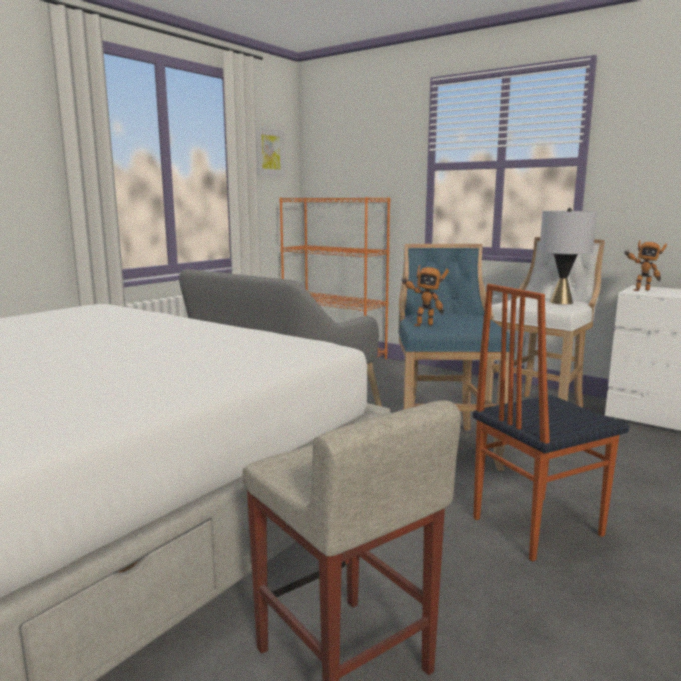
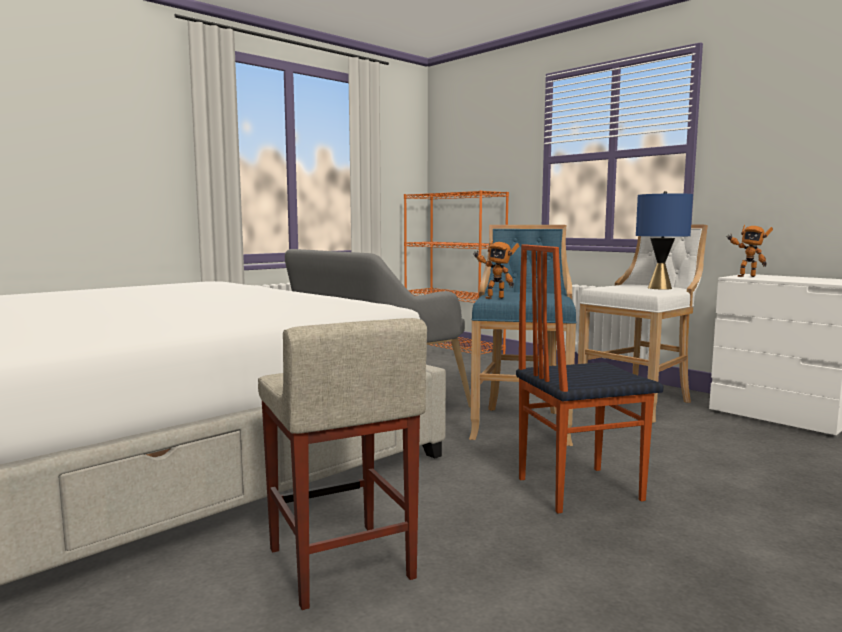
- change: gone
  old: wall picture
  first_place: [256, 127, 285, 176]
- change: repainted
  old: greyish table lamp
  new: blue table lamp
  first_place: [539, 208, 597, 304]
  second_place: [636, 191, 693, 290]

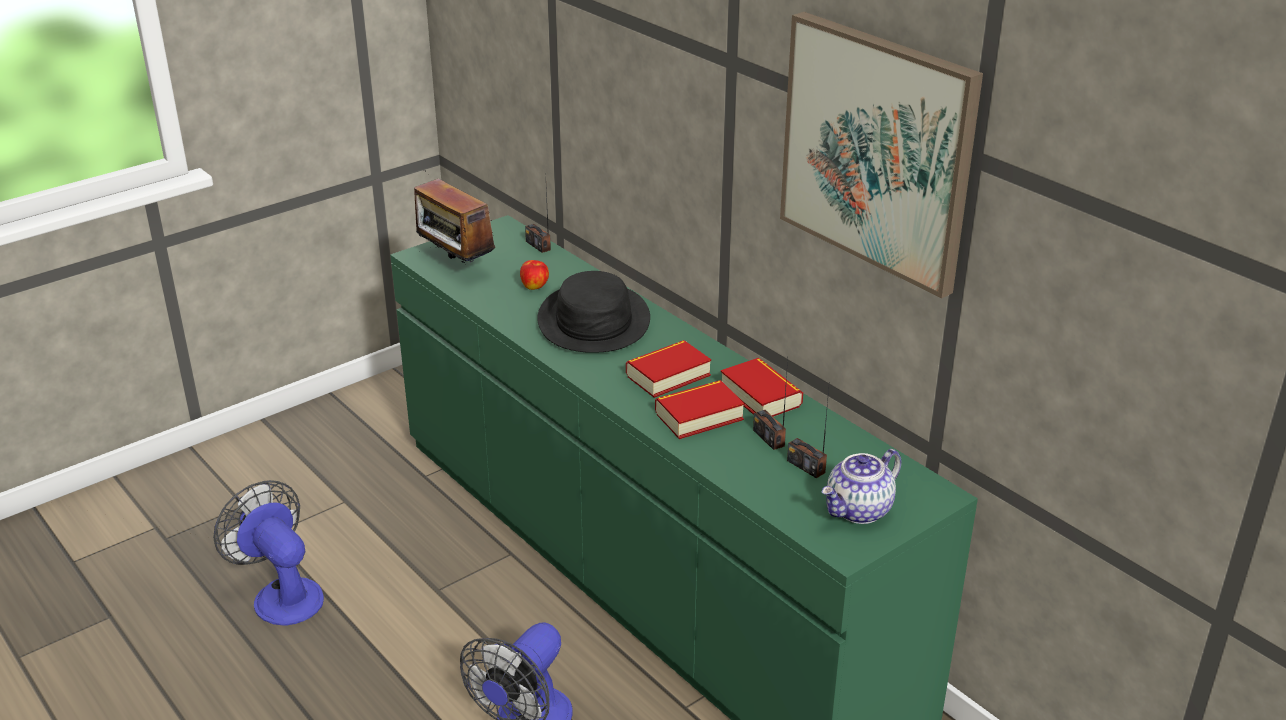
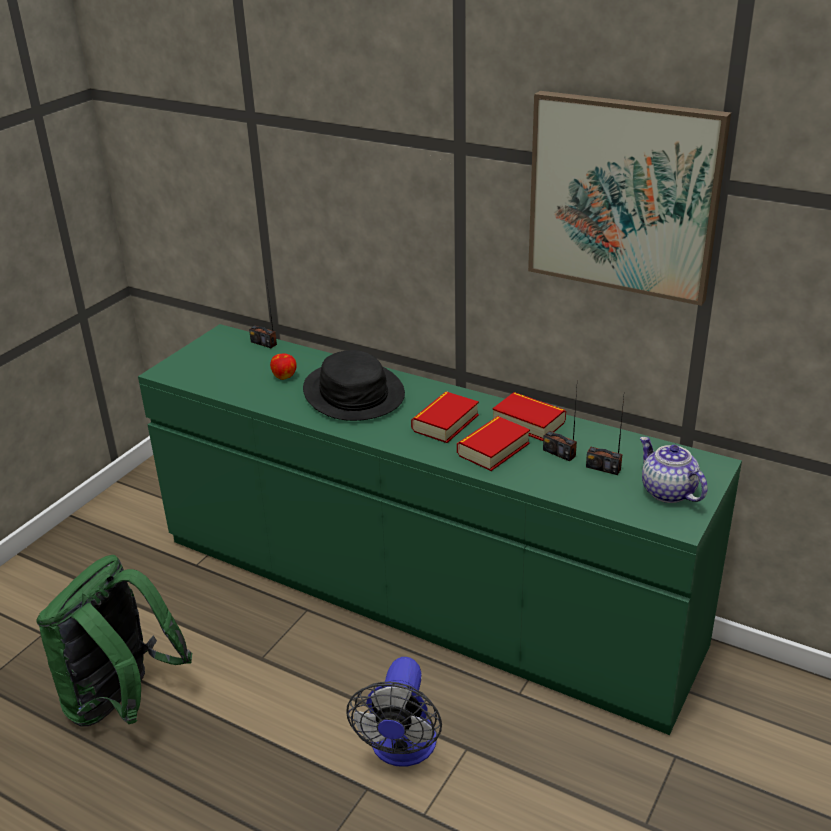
- change: gone
  old: radio
  first_place: [414, 170, 495, 263]
- change: swapped
  old: cooling fan
  new: green backpack
  first_place: [213, 480, 324, 626]
  second_place: [36, 555, 192, 727]
- change: rotated
  old: tea pot
  first_place: [822, 449, 902, 524]
  second_place: [640, 437, 708, 503]
  degrees: 120

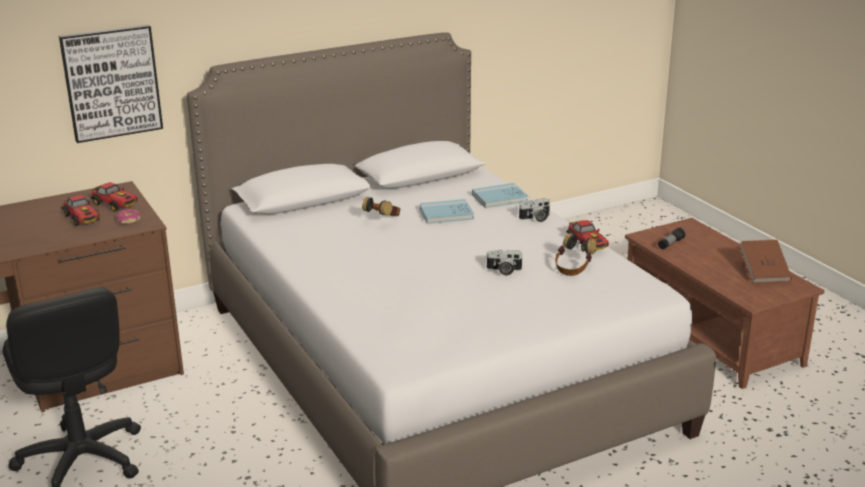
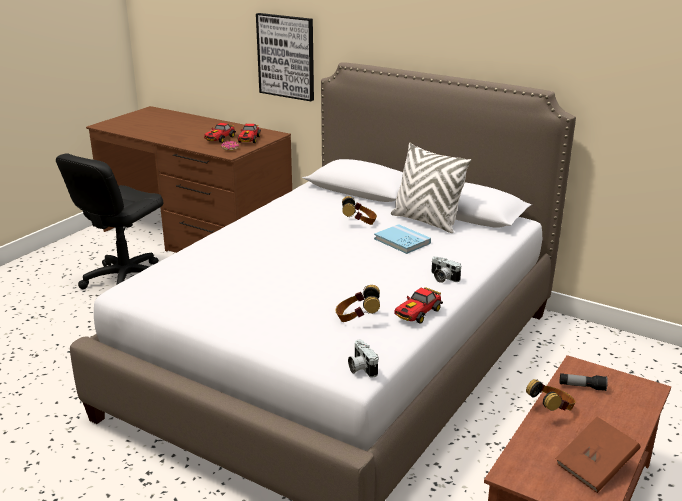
- change: gone
  old: blue bound book
  first_place: [472, 183, 528, 208]
- change: new
  new: white-coloured cushion
  second_place: [391, 142, 471, 233]
- change: new
  new: headset
  second_place: [526, 379, 575, 411]
- change: shifted
  old: still camera
  first_place: [485, 250, 522, 276]
  second_place: [348, 340, 379, 378]

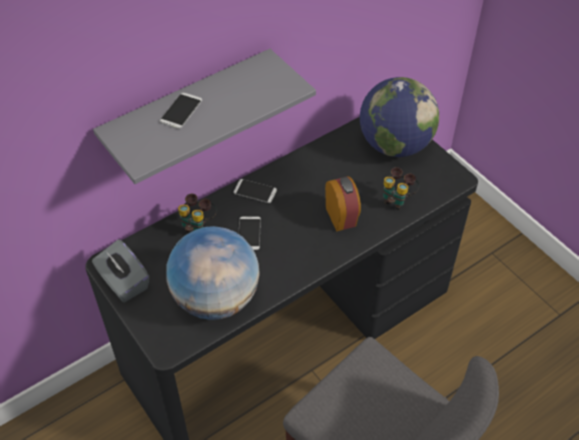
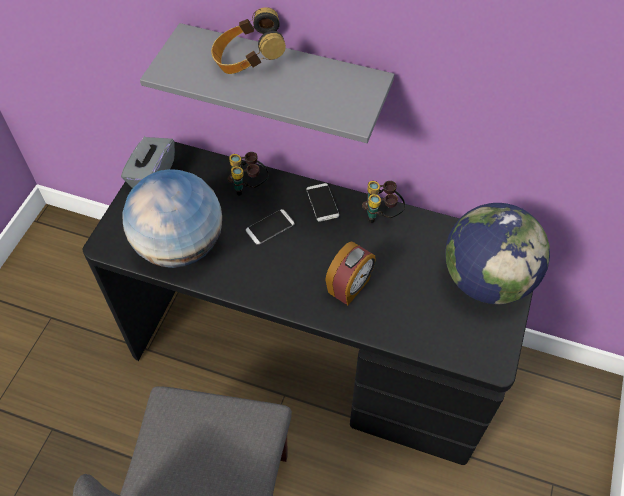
- change: shifted
  old: binoculars
  first_place: [383, 167, 419, 210]
  second_place: [362, 181, 405, 223]
- change: swapped
  old: phone
  new: headset
  first_place: [160, 92, 202, 129]
  second_place: [211, 7, 286, 74]

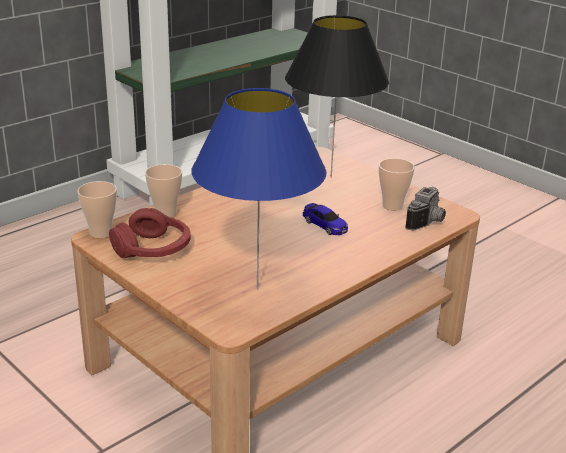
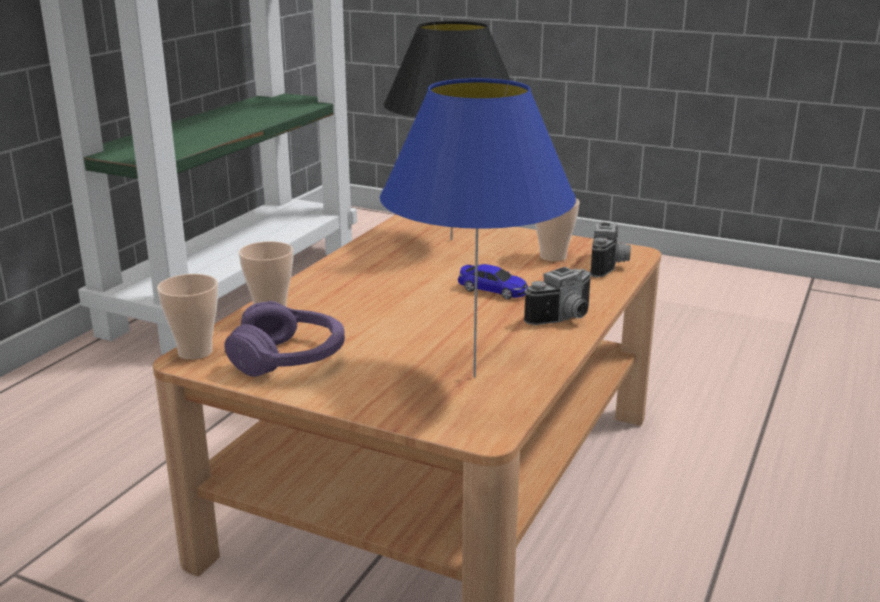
- change: new
  new: still camera
  second_place: [524, 267, 591, 325]
- change: repainted
  old: reddish headset
  new: purple headset
  first_place: [109, 208, 190, 258]
  second_place: [224, 301, 345, 377]

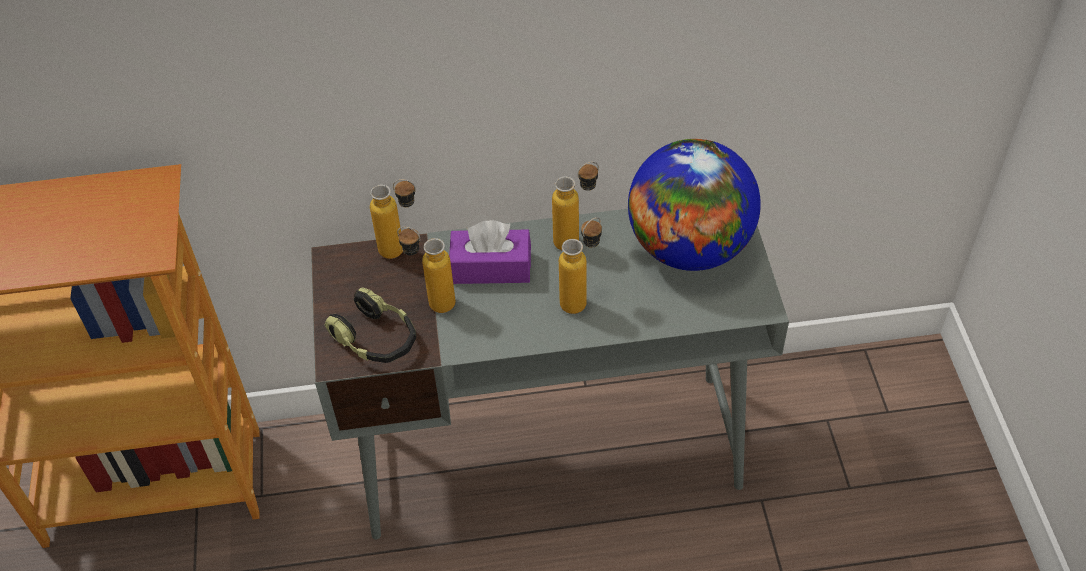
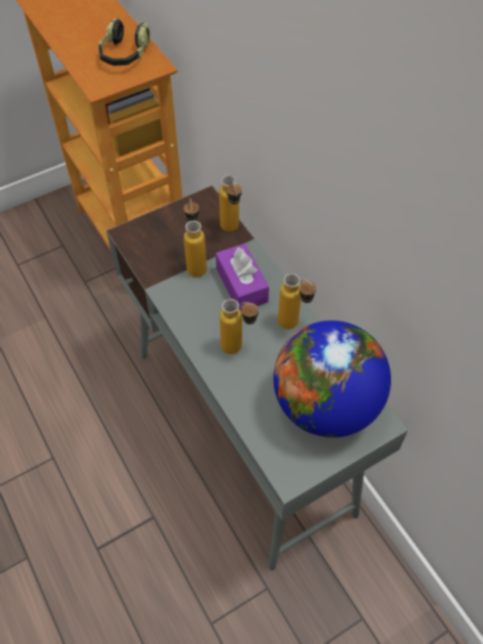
- change: shifted
  old: headset
  first_place: [325, 287, 416, 363]
  second_place: [98, 19, 150, 66]

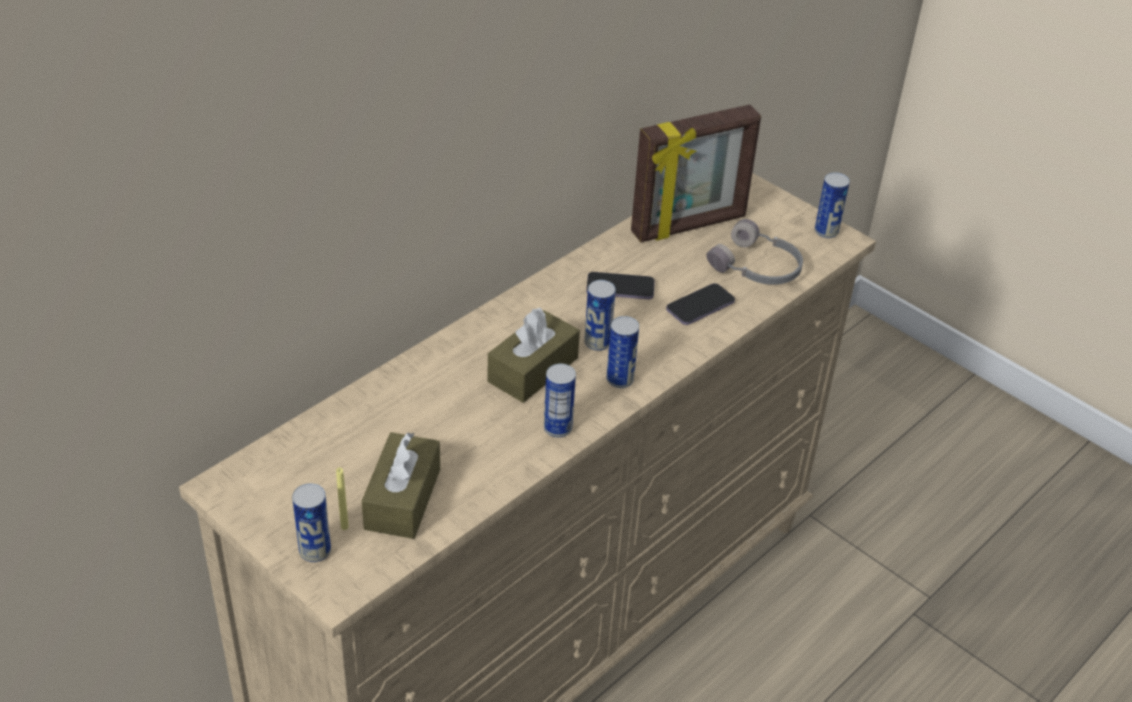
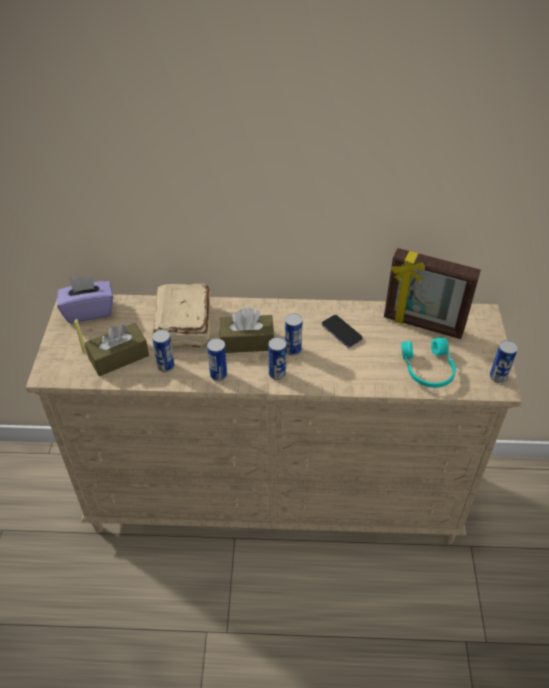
- change: gone
  old: phone
  first_place: [666, 283, 735, 325]
- change: new
  new: purple box of tissues
  second_place: [57, 275, 113, 323]
- change: new
  new: beige-coloured bound book
  second_place: [153, 284, 210, 348]
- change: shifted
  old: can
  first_place: [292, 483, 331, 562]
  second_place: [152, 330, 174, 372]
- change: repainted
  old: greyish headset
  new: blue-green headset
  first_place: [706, 219, 803, 285]
  second_place: [401, 337, 456, 388]

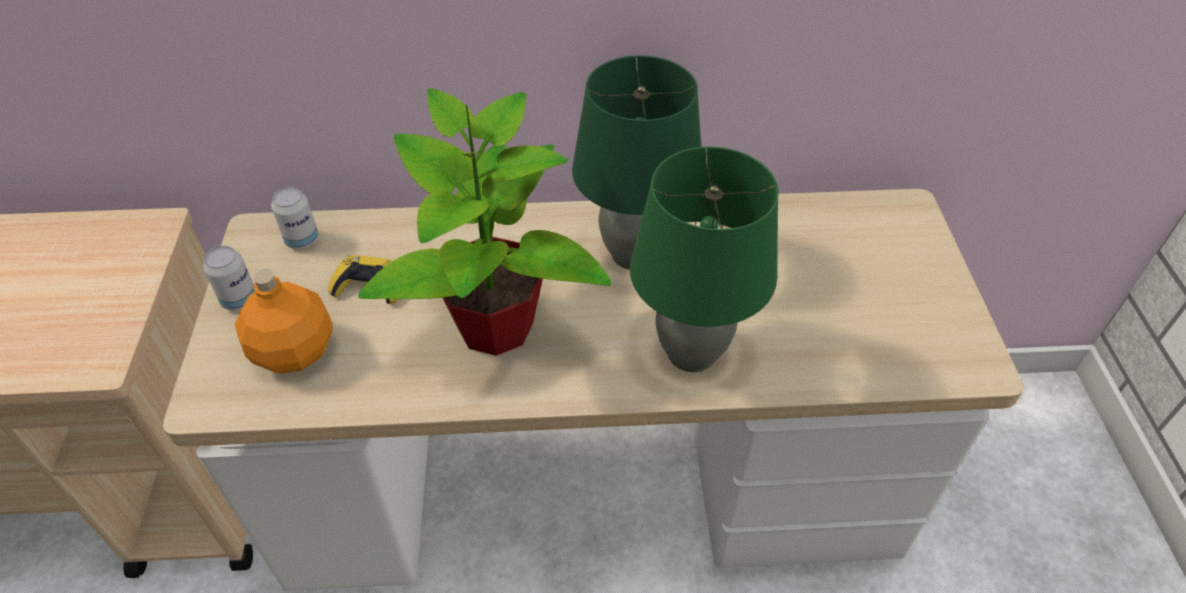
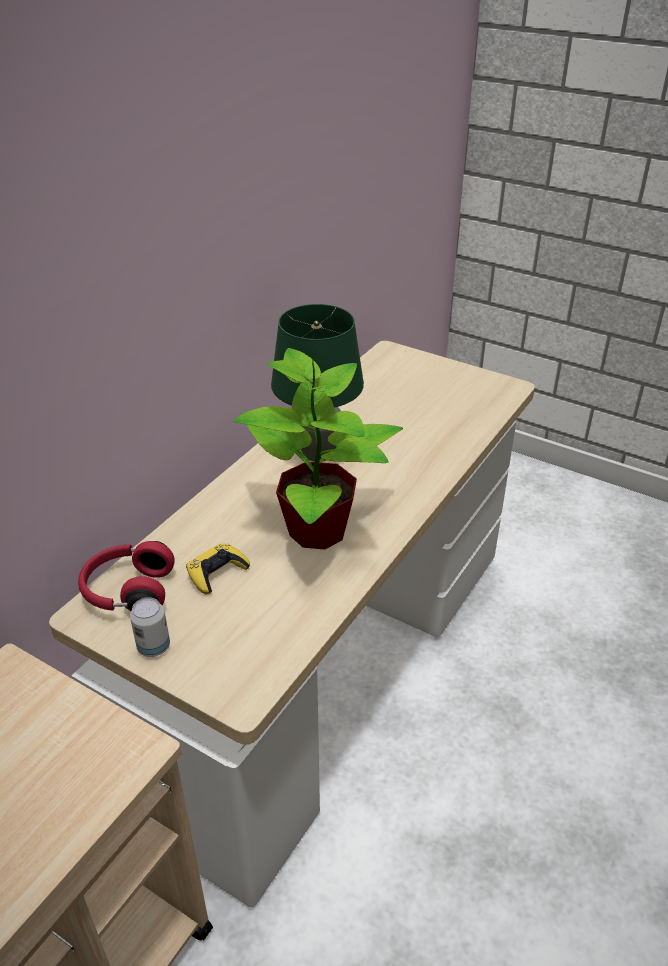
- change: gone
  old: orange-coloured bottle
  first_place: [235, 269, 333, 373]
- change: gone
  old: green table lamp
  first_place: [630, 146, 779, 372]
- change: swapped
  old: can
  new: reddish headset
  first_place: [271, 187, 318, 249]
  second_place: [78, 541, 175, 611]

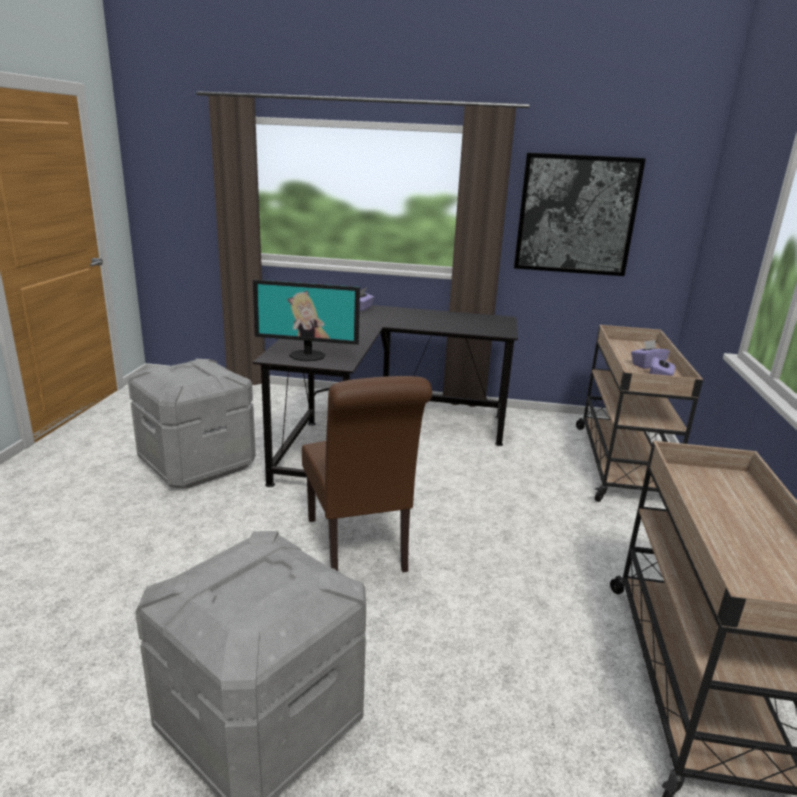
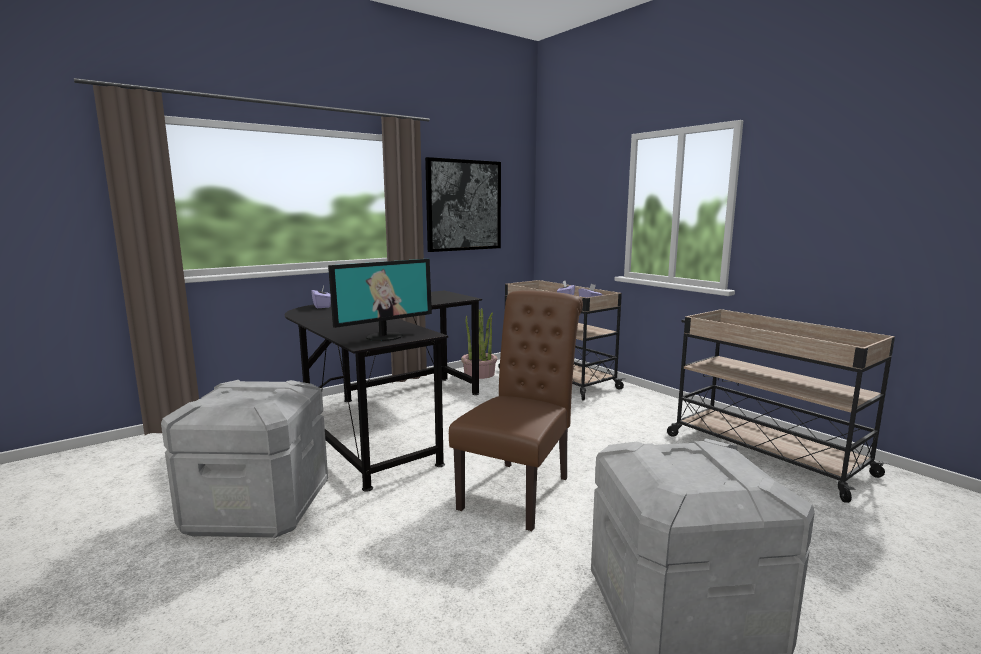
- change: new
  new: plant in a pot
  second_place: [461, 308, 497, 379]
- change: rotated
  old: brown chair
  first_place: [302, 376, 432, 572]
  second_place: [449, 290, 583, 531]
  degrees: -90

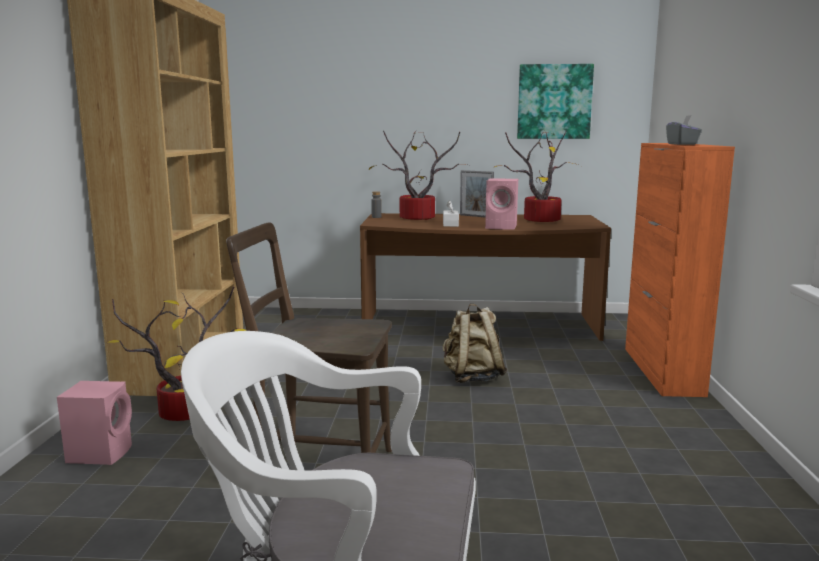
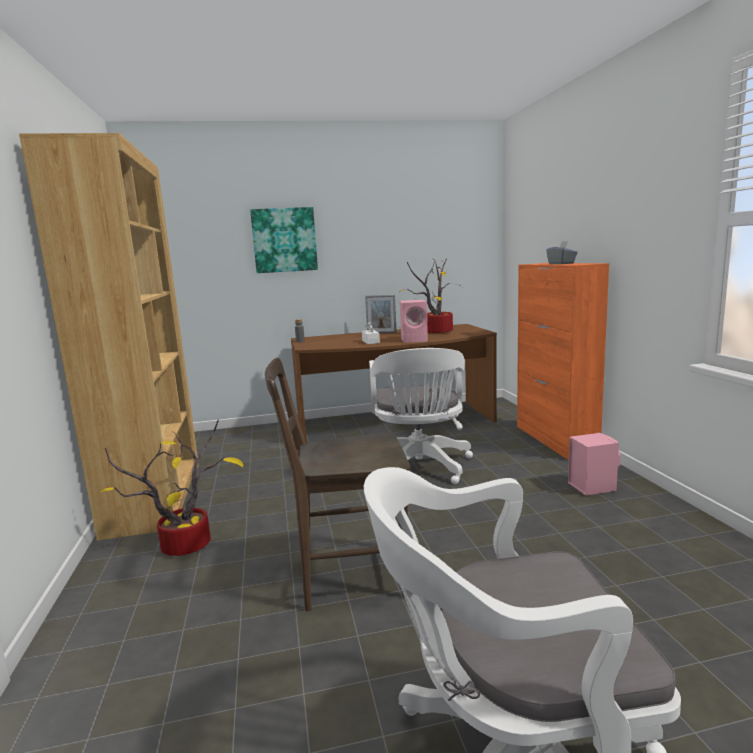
- change: gone
  old: plant in a pot
  first_place: [369, 131, 467, 220]
- change: shifted
  old: pinkish audio speaker
  first_place: [57, 381, 132, 465]
  second_place: [568, 433, 621, 496]
- change: shifted
  old: wall picture
  first_place: [517, 64, 594, 139]
  second_place: [250, 207, 318, 273]
- change: swapped
  old: beige-coloured backpack
  new: white-coloured computer chair
  first_place: [443, 304, 508, 383]
  second_place: [369, 348, 473, 484]

